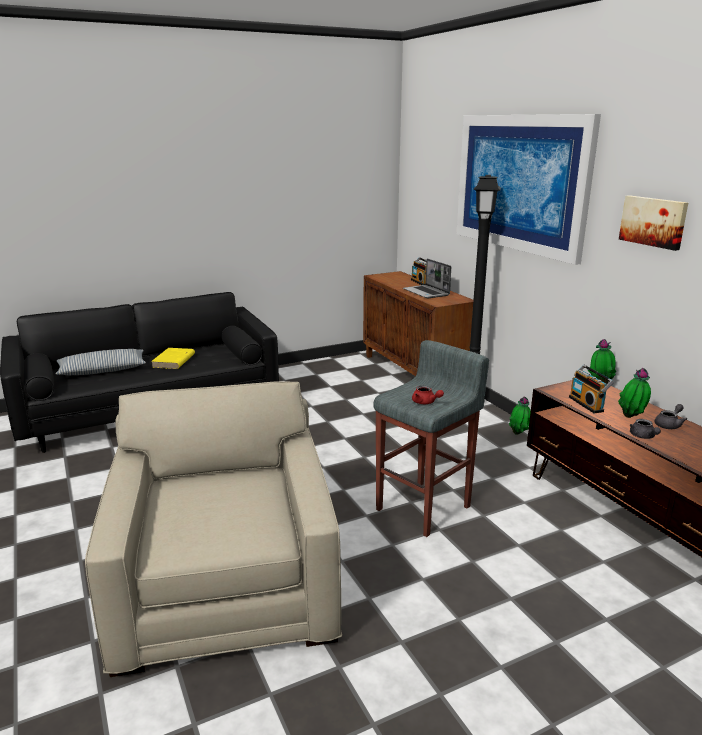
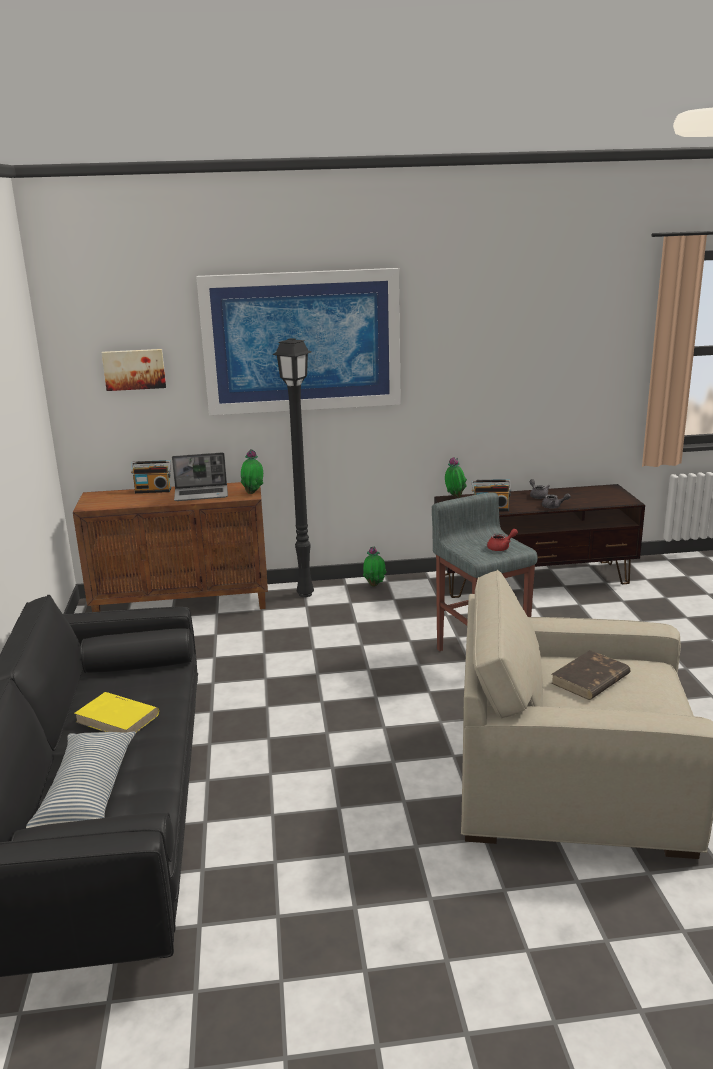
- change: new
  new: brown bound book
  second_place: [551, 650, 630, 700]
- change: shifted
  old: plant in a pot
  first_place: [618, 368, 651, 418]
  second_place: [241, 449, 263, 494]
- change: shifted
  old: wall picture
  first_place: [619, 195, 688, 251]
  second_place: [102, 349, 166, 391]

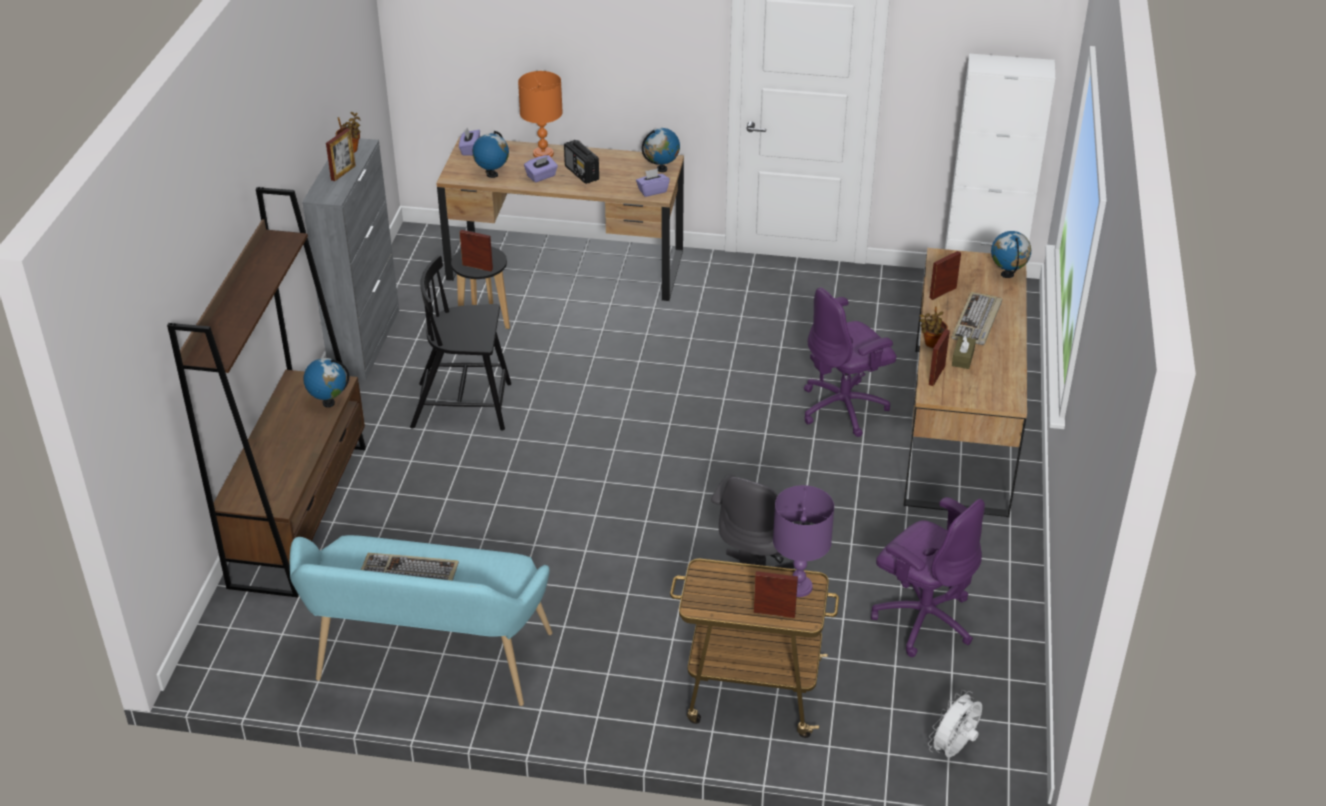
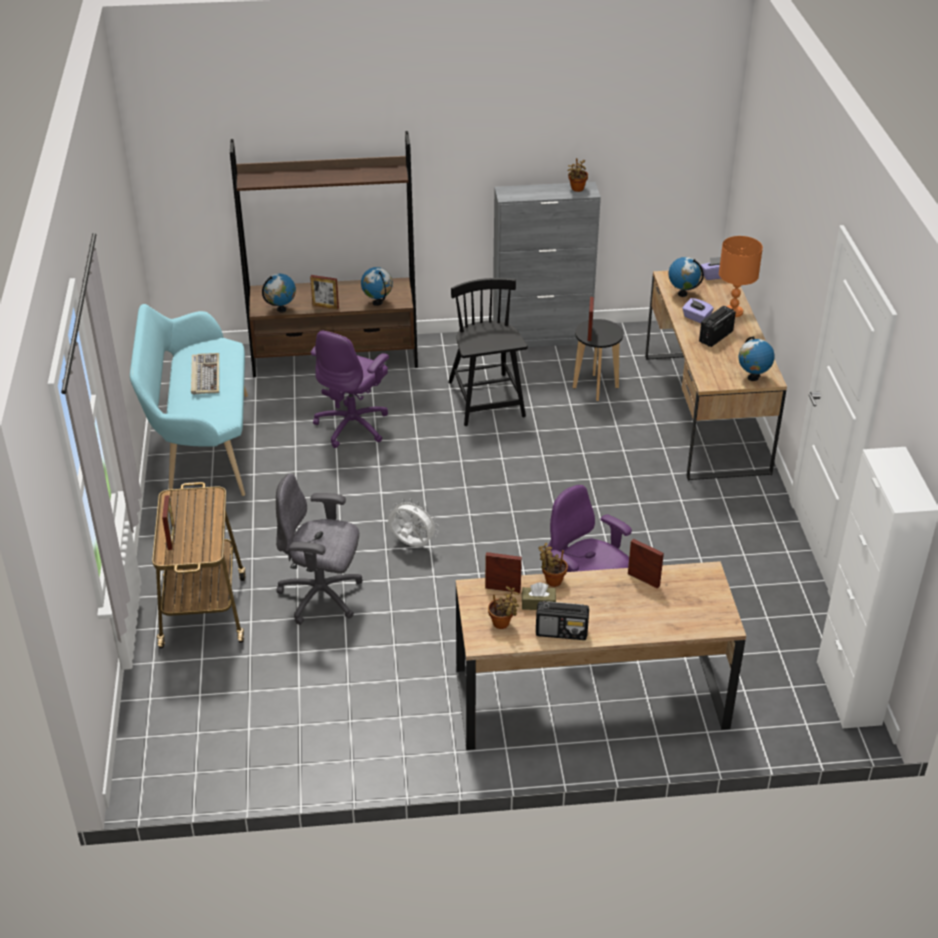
- change: gone
  old: purple box of tissues
  first_place: [636, 168, 670, 197]
- change: gone
  old: purple table lamp
  first_place: [773, 485, 834, 597]
- change: gone
  old: PC keyboard
  first_place: [951, 292, 1002, 345]
- change: new
  new: plant in a pot
  second_place: [488, 586, 519, 629]
- change: new
  new: radio
  second_place: [536, 600, 589, 640]
- change: shifted
  old: picture frame
  first_place: [326, 128, 356, 181]
  second_place: [310, 275, 339, 310]
- change: shifted
  old: purple computer chair
  first_place: [871, 497, 985, 657]
  second_place: [311, 331, 389, 448]
- change: shifted
  old: white-coloured cooling fan
  first_place: [928, 690, 982, 757]
  second_place: [388, 499, 439, 547]
- change: shifted
  old: desk globe
  first_place: [991, 231, 1031, 278]
  second_place: [262, 274, 296, 313]

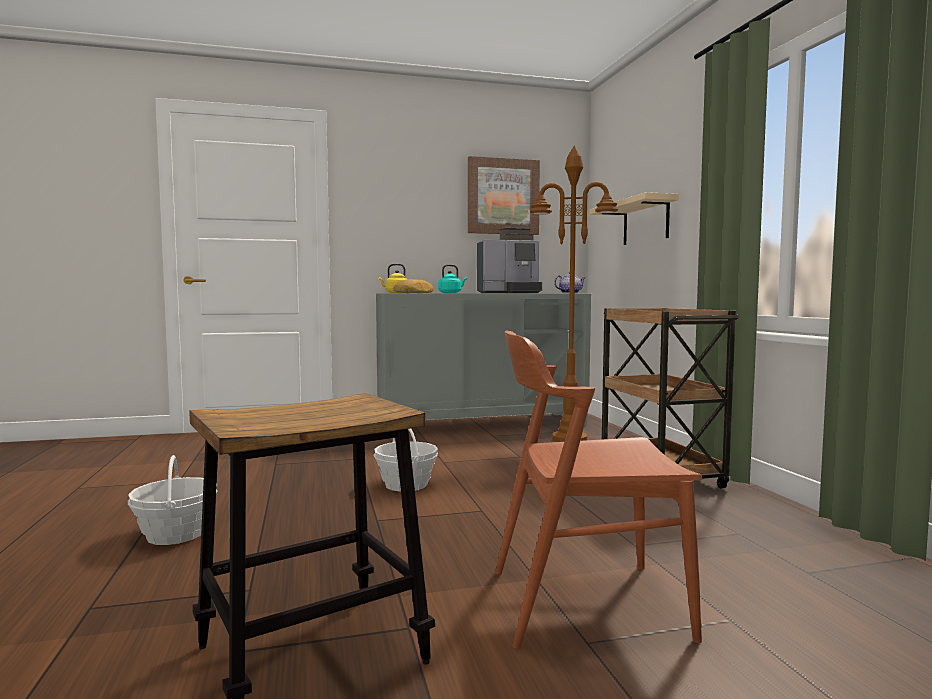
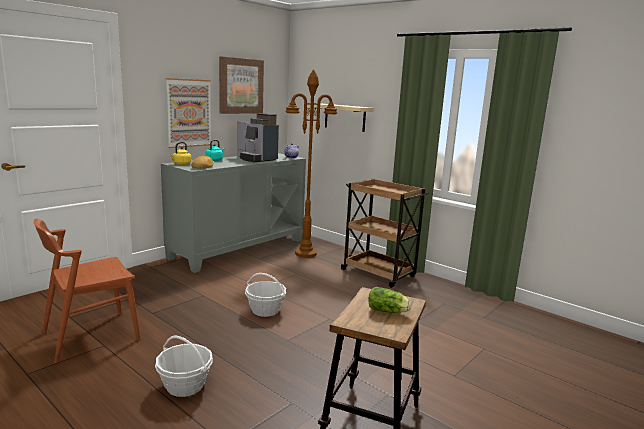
- change: new
  new: wall picture
  second_place: [166, 78, 211, 148]
- change: new
  new: lettuce head
  second_place: [368, 287, 411, 313]
- change: shifted
  old: brown chair
  first_place: [495, 330, 702, 649]
  second_place: [34, 219, 140, 363]
- change: rotated
  old: coffee maker
  first_place: [477, 228, 542, 293]
  second_place: [237, 113, 279, 163]
  degrees: 90

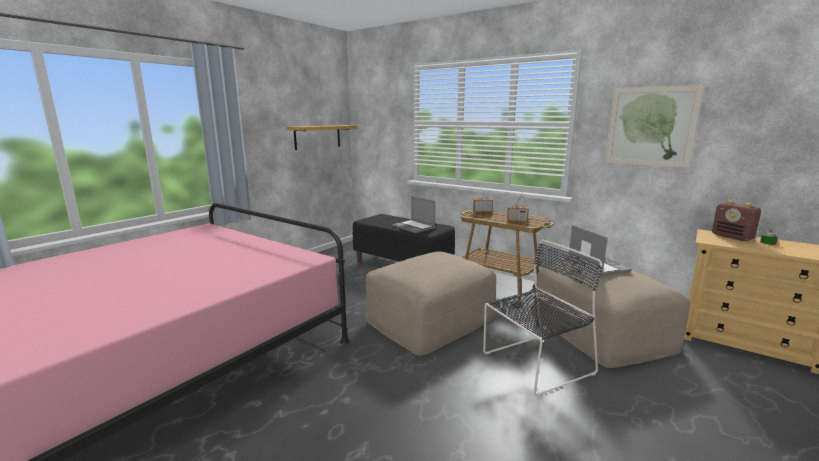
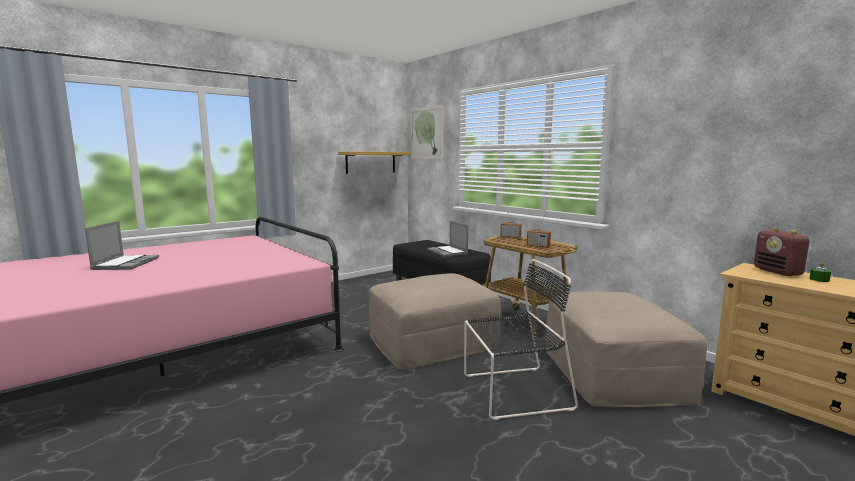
- change: shifted
  old: portable computer
  first_place: [568, 225, 632, 276]
  second_place: [85, 221, 159, 270]
- change: shifted
  old: wall picture
  first_place: [605, 85, 704, 168]
  second_place: [410, 104, 444, 159]

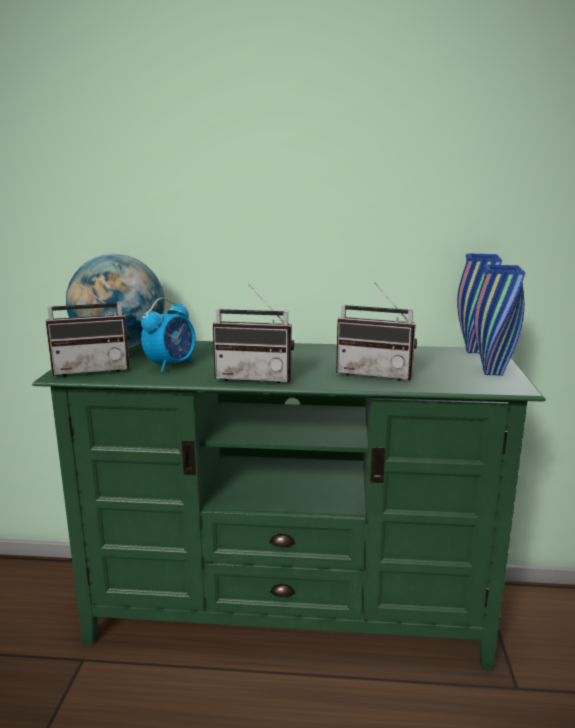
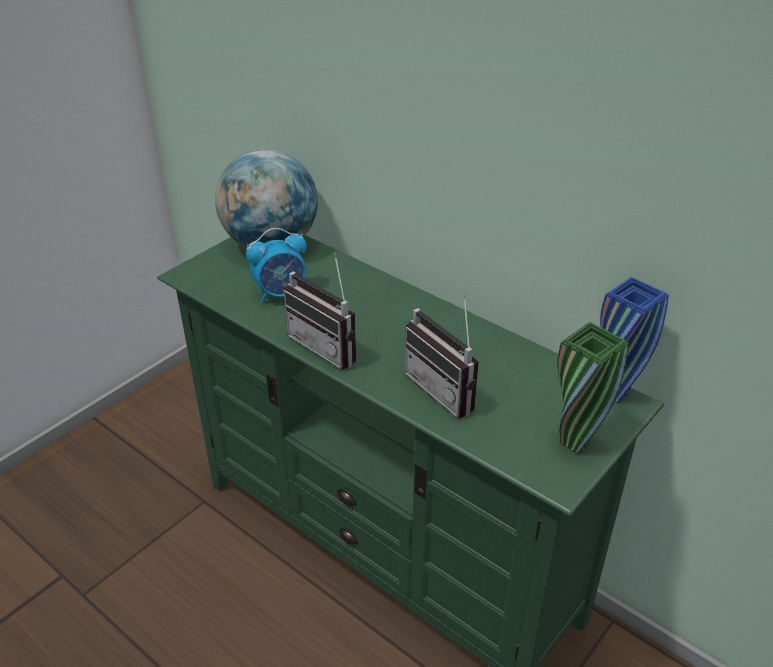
- change: gone
  old: radio
  first_place: [45, 281, 130, 376]
- change: repainted
  old: blue decorative vase
  new: green decorative vase
  first_place: [474, 264, 525, 376]
  second_place: [557, 322, 629, 454]

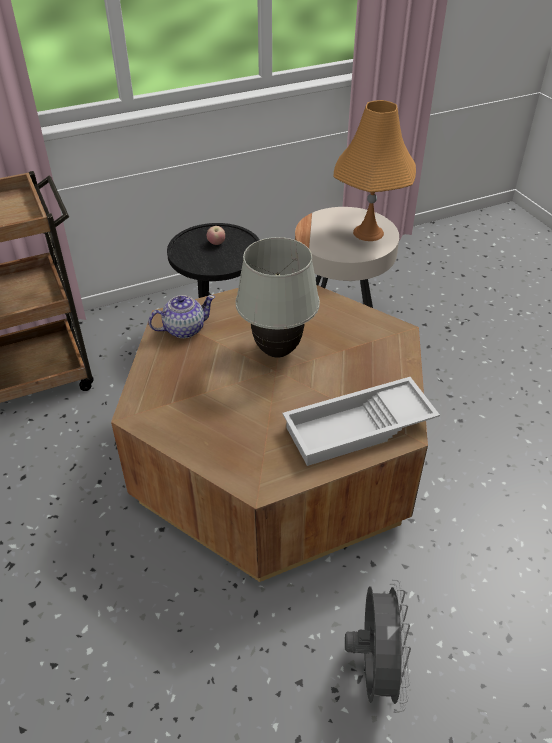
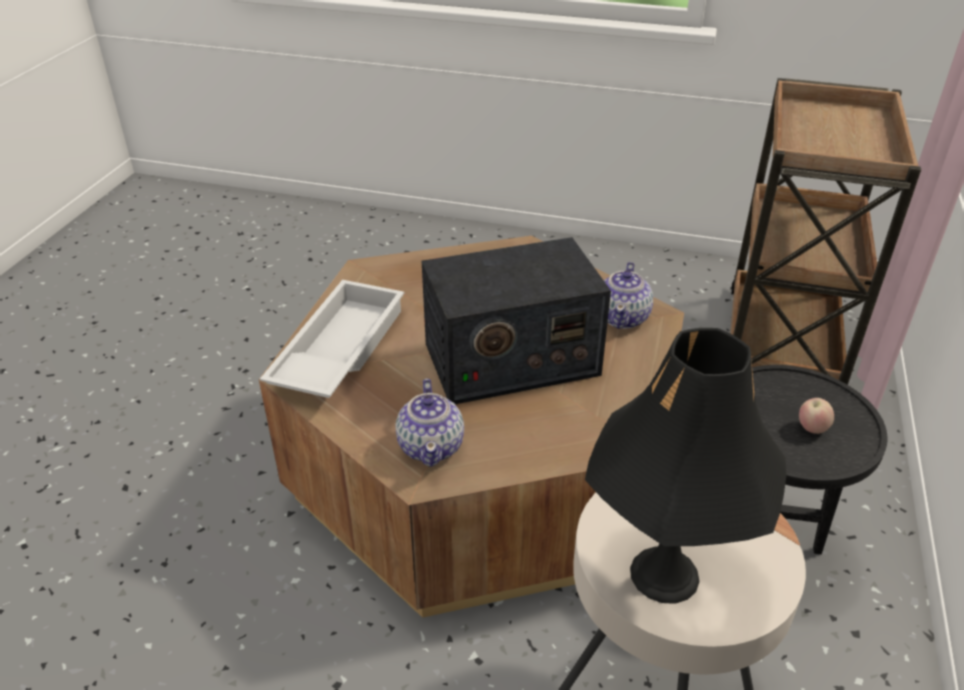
- change: gone
  old: greyish cooling fan
  first_place: [345, 579, 411, 713]
- change: new
  new: tea pot
  second_place: [395, 379, 464, 467]
- change: swapped
  old: white-coloured table lamp
  new: radio
  first_place: [236, 237, 320, 358]
  second_place: [422, 237, 611, 404]
- change: repainted
  old: orange-coloured table lamp
  new: black-coloured table lamp
  first_place: [333, 100, 416, 241]
  second_place: [585, 328, 786, 604]

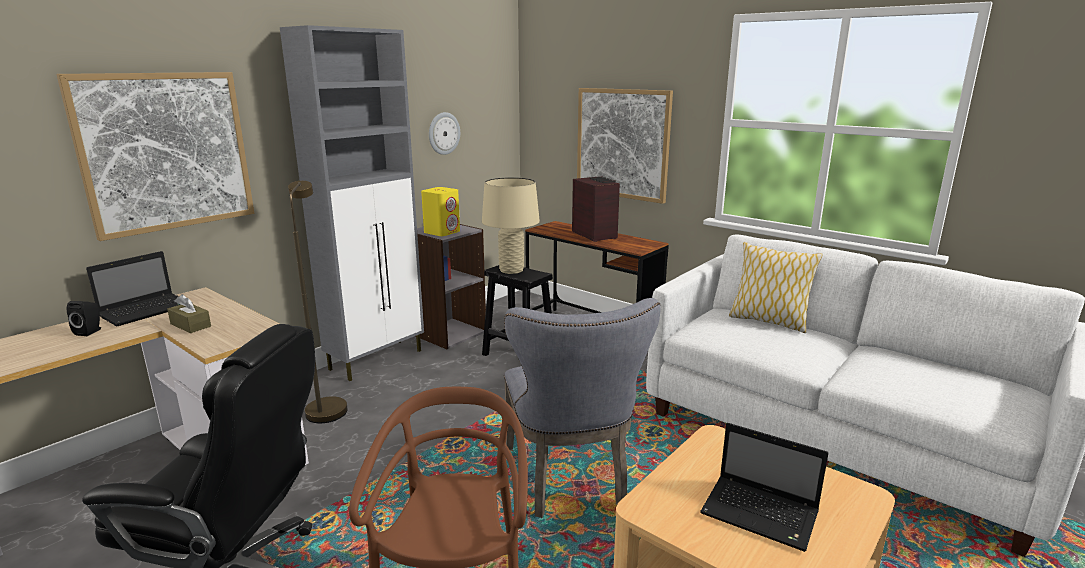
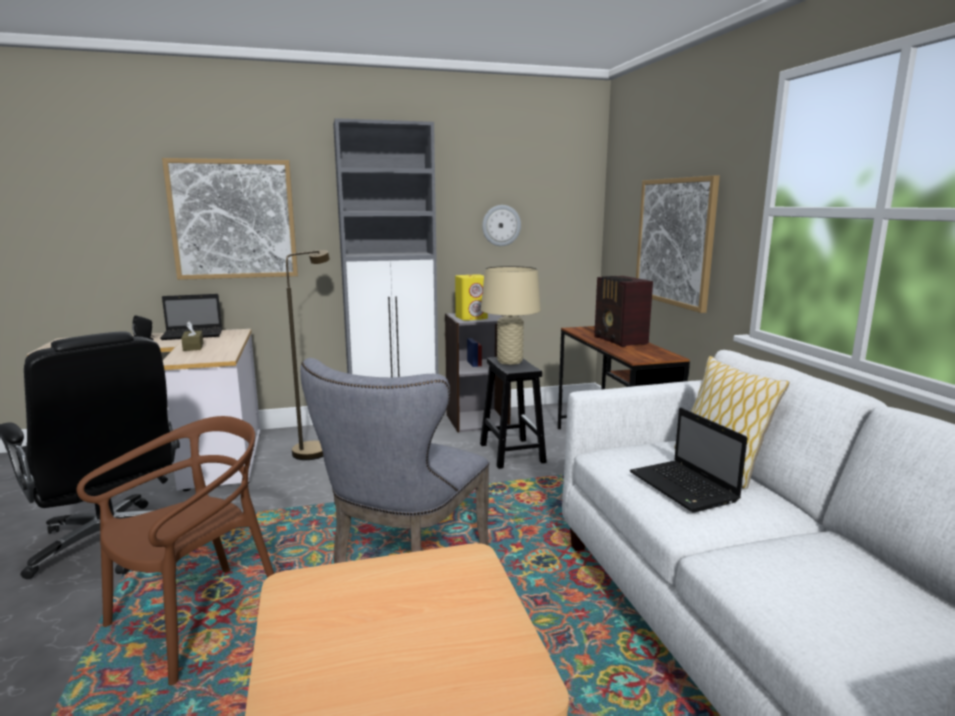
- change: shifted
  old: portable computer
  first_place: [700, 423, 828, 552]
  second_place: [630, 408, 747, 513]
- change: rotated
  old: radio
  first_place: [572, 177, 620, 242]
  second_place: [594, 276, 653, 347]
  degrees: 150

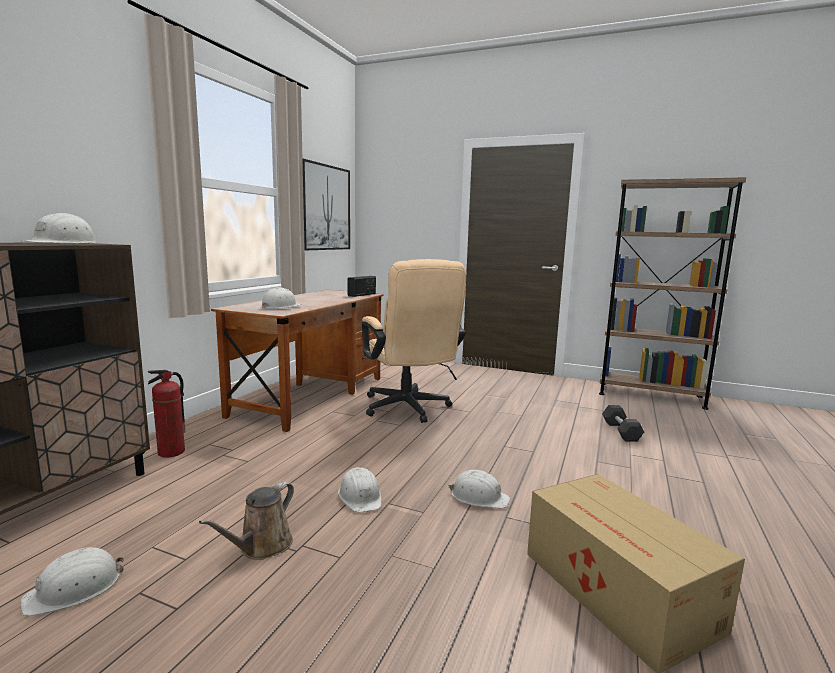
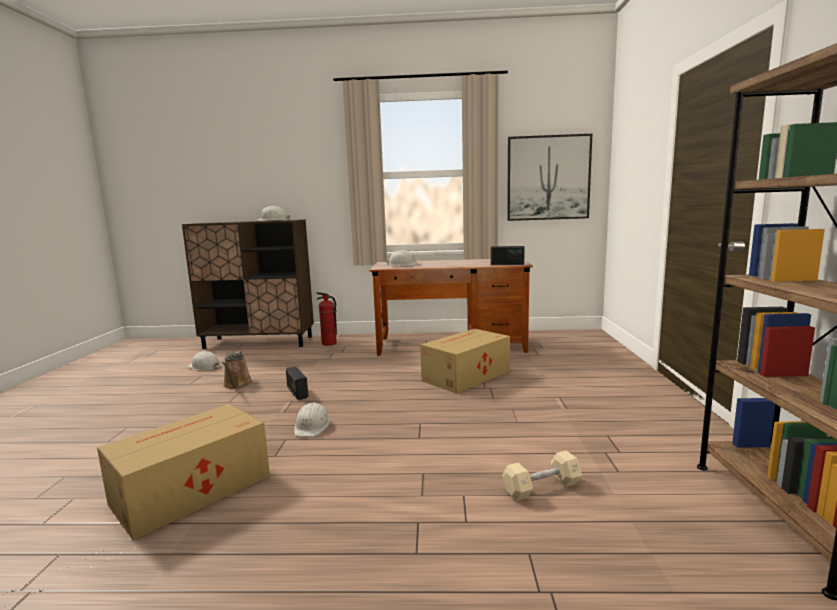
- change: swapped
  old: white-coloured work helmet
  new: radio
  first_place: [338, 467, 382, 513]
  second_place: [286, 367, 308, 400]
- change: swapped
  old: beige-coloured computer chair
  new: cardboard box
  first_place: [362, 259, 466, 423]
  second_place: [420, 328, 510, 394]
- change: repainted
  old: black-coloured hand weight
  new: beige-coloured hand weight
  first_place: [602, 405, 644, 442]
  second_place: [503, 451, 582, 501]
- change: rotated
  old: brown watering can
  first_place: [199, 482, 294, 560]
  second_place: [222, 351, 252, 389]
  degrees: -105

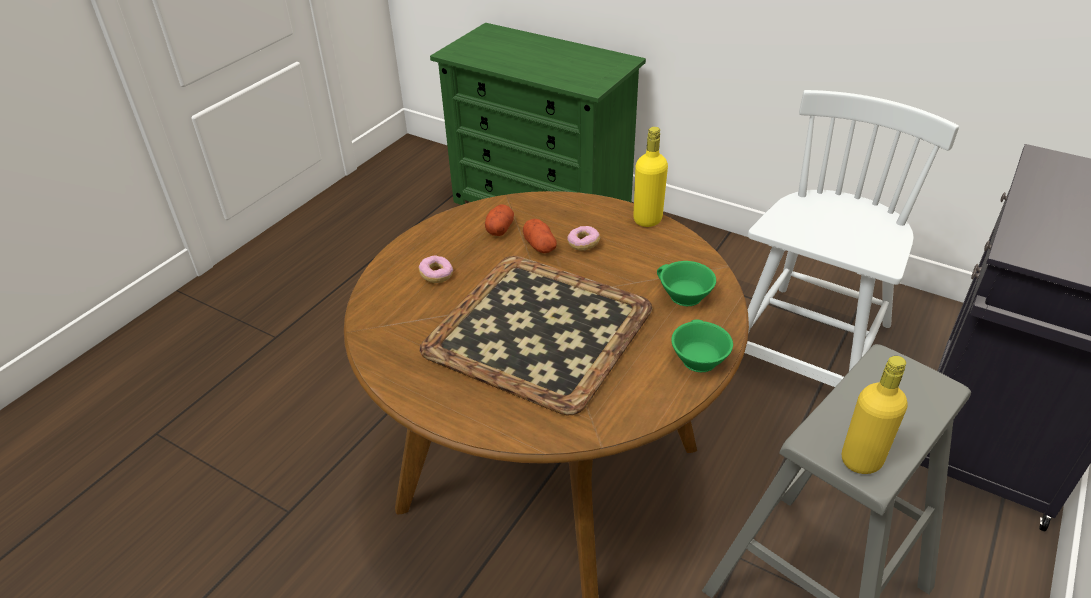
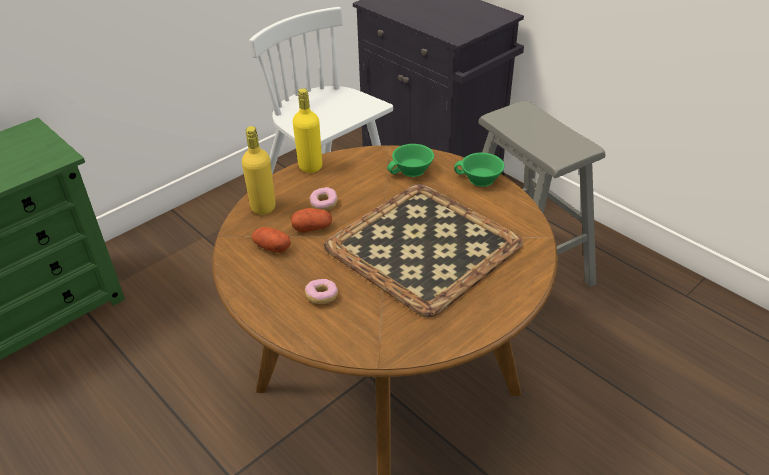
- change: shifted
  old: yellow bottle
  first_place: [842, 356, 907, 474]
  second_place: [242, 126, 276, 215]

